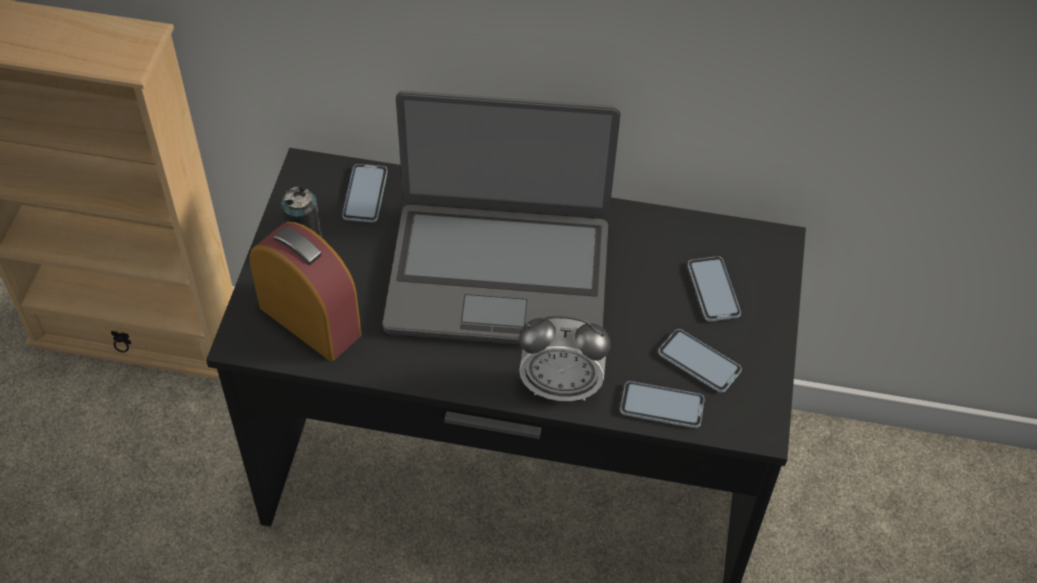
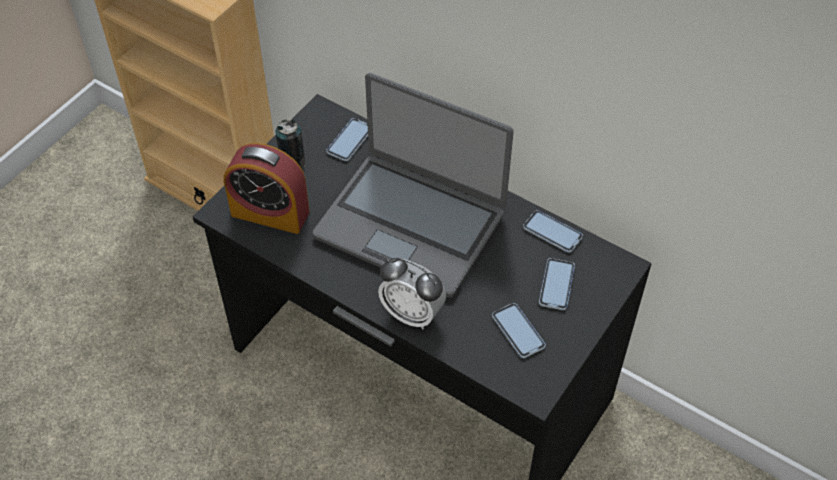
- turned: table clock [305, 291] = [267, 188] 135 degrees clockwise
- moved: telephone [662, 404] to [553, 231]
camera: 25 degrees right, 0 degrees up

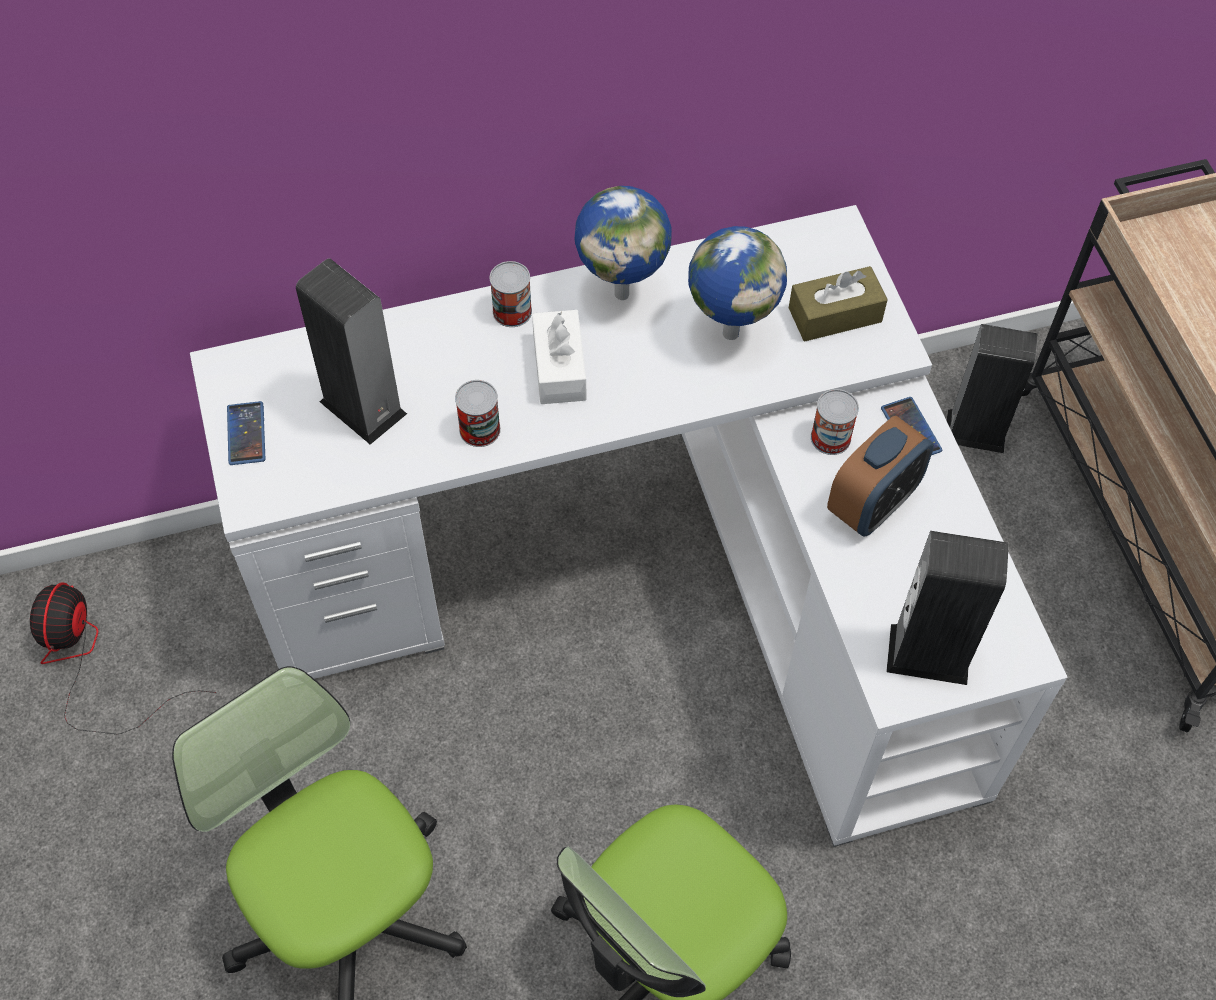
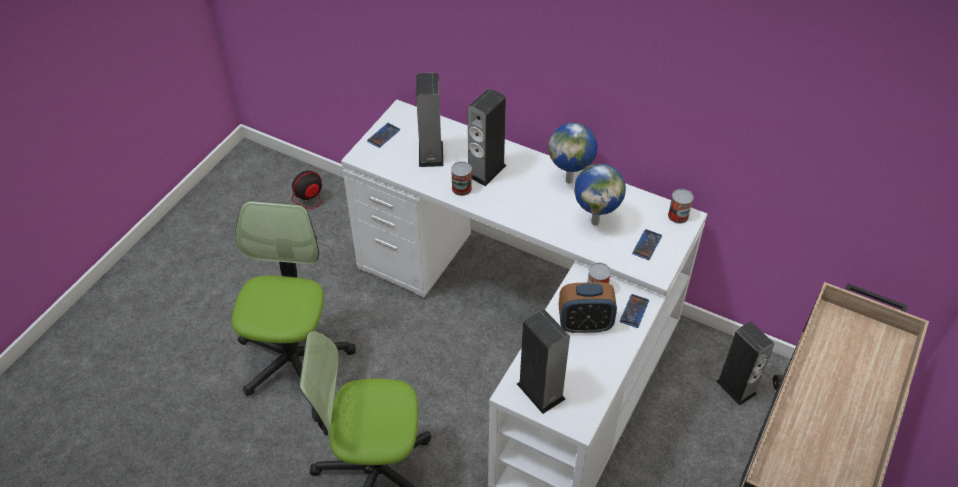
- moved: sealed can [511, 294] to [681, 206]
- removed: whitish tissue holder [559, 357]
- replaced: brown tissue holder [838, 303] to telephone [647, 244]
- added: audio speaker [486, 137]
camera: 45 degrees right, 10 degrees down

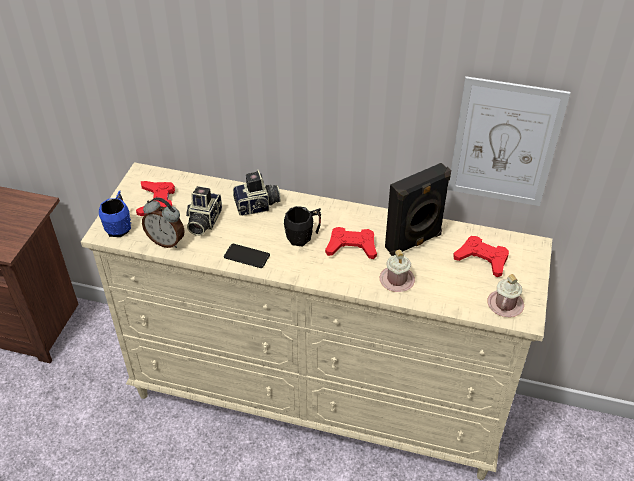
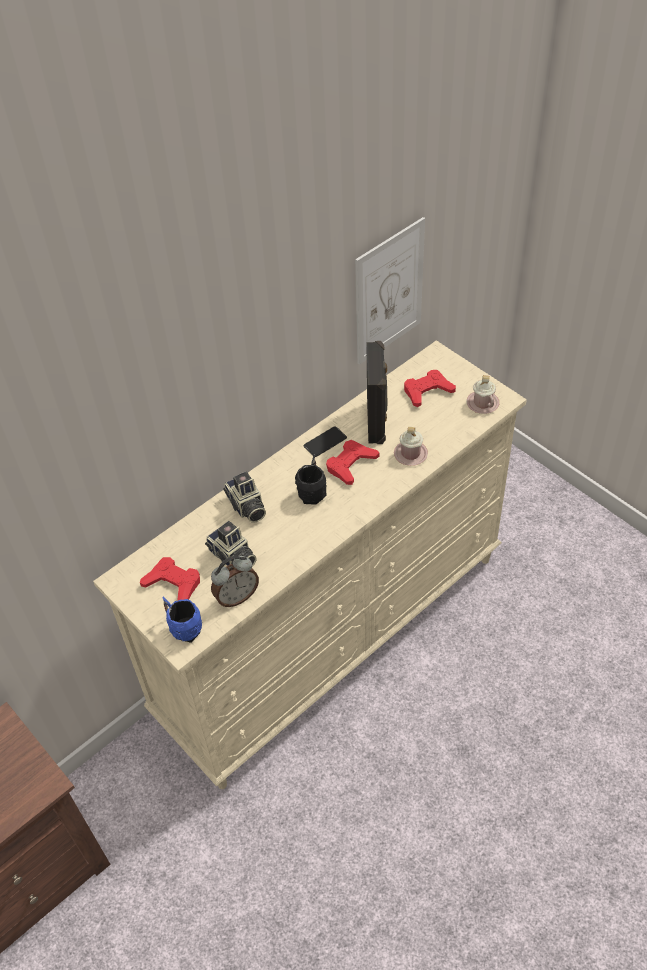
- moved: telephone [247, 256] to [325, 441]
- turned: photo camera [257, 193] = [244, 497] 135 degrees clockwise
camera: 55 degrees left, 5 degrees up

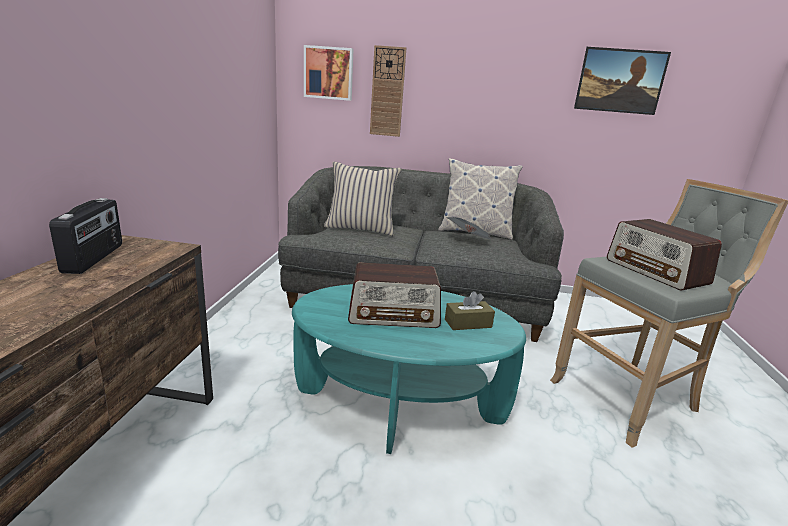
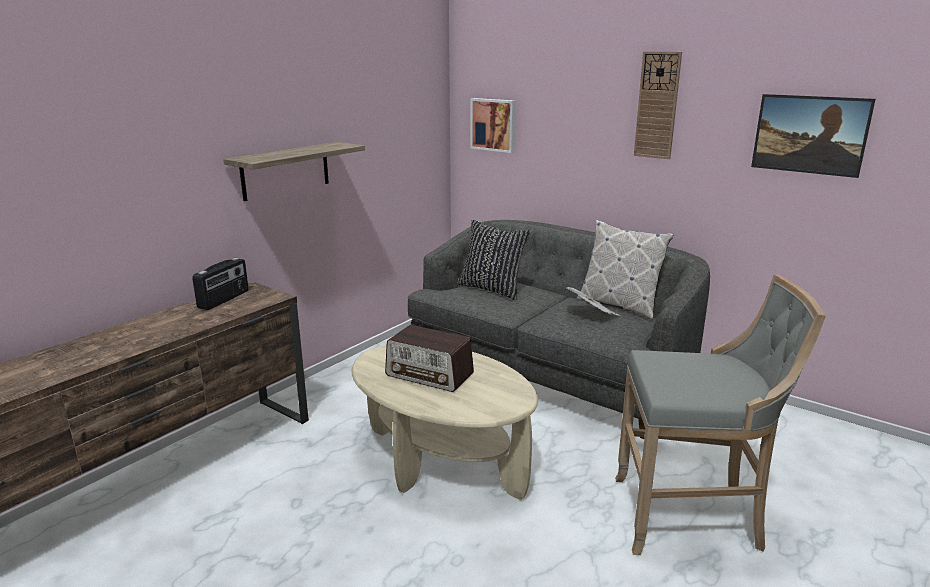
- recoloured: turquoise-coloured lounge table [409, 369] to sand-coloured lounge table [445, 422]
- recoloured: sand-coloured throw pillow [363, 199] to blackish throw pillow [494, 260]
- moved: clock on the wall [388, 91] to [658, 105]
- removed: brown tissue holder [470, 310]
- removed: radio receiver [664, 255]
- added: wall shelf [294, 171]
camera: 30 degrees right, 0 degrees up

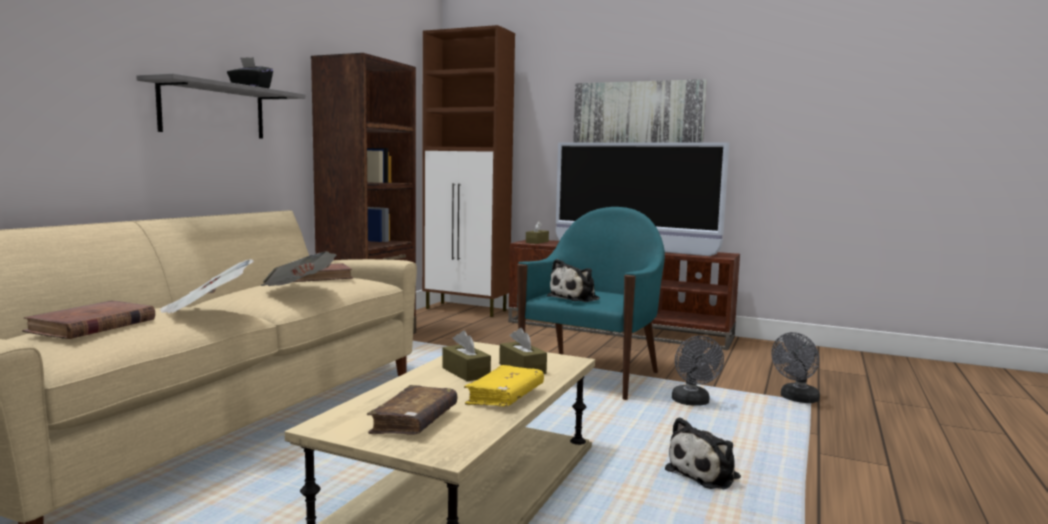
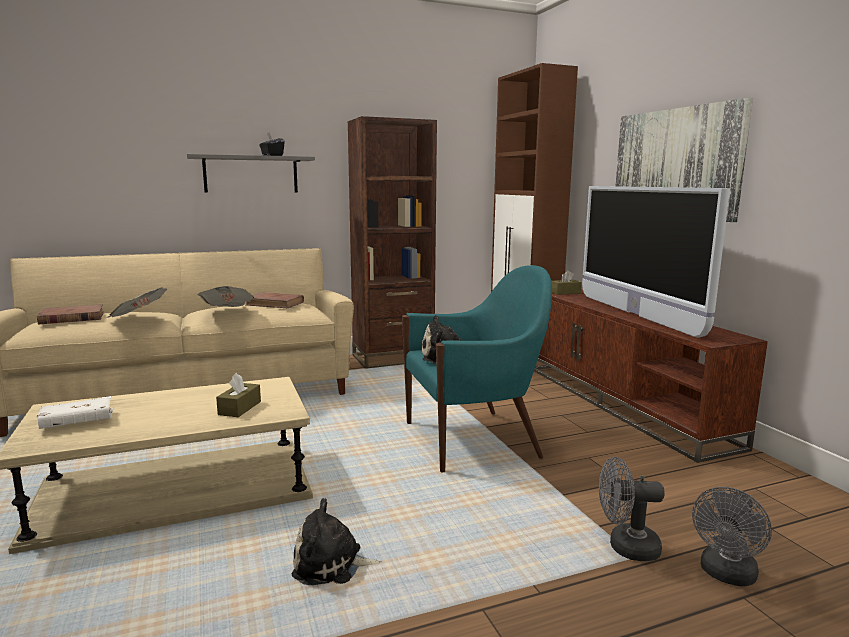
- recoloured: brown book [412, 410] to whitish book [75, 412]
- removed: brown tissue holder [466, 356]
- removed: yellowish book [504, 385]
- moved: grey cooling fan [698, 371] to [732, 536]
camera: 45 degrees right, 5 degrees up

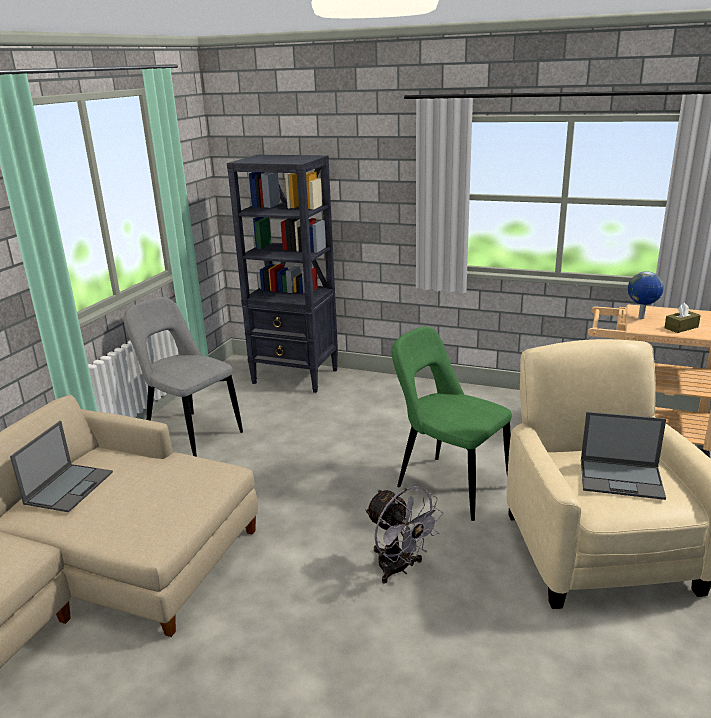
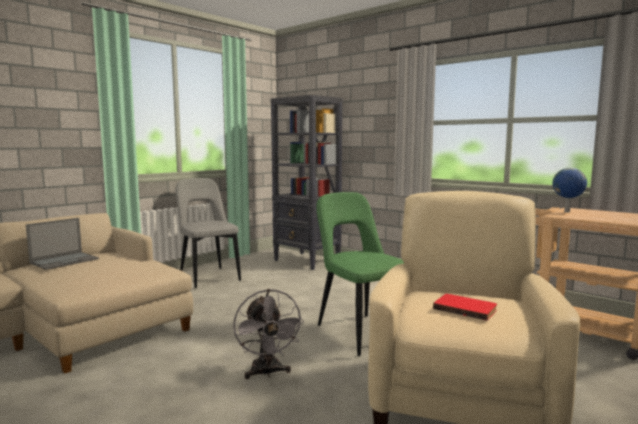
- replaced: notebook computer [623, 456] to red-coloured book [465, 307]
- removed: brown tissue holder [682, 318]
camera: 20 degrees right, 15 degrees down

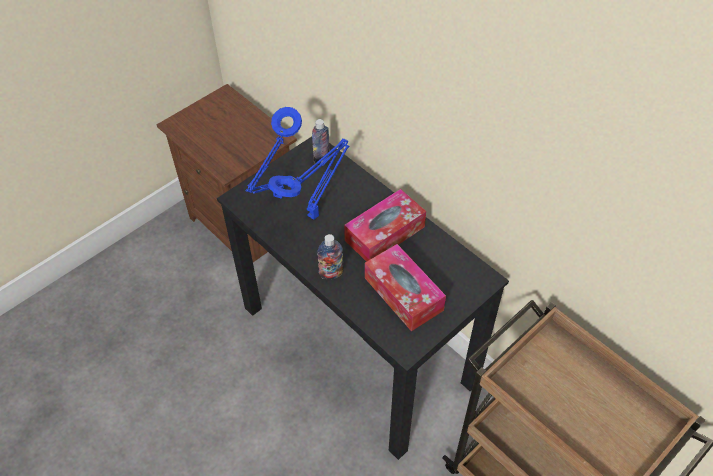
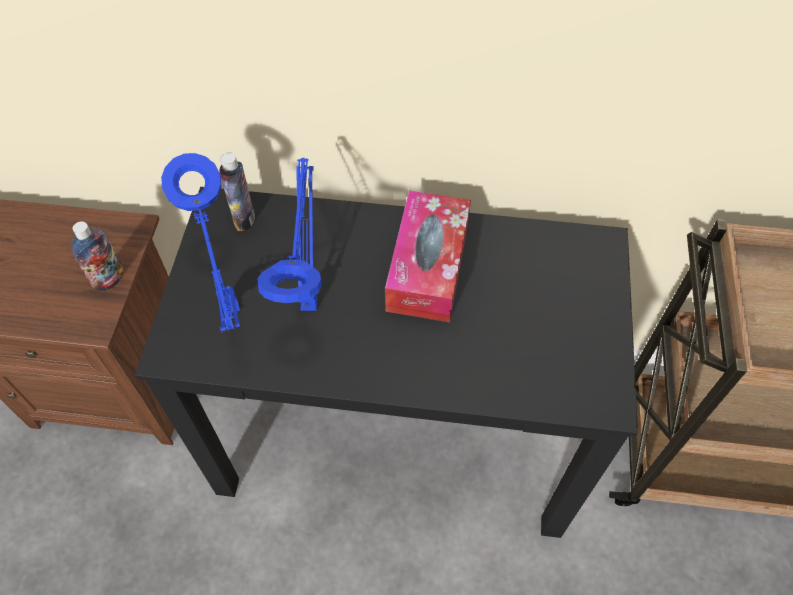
- moved: bottle [330, 256] to [98, 256]
- removed: tissue holder [405, 287]
camera: 40 degrees left, 5 degrees up

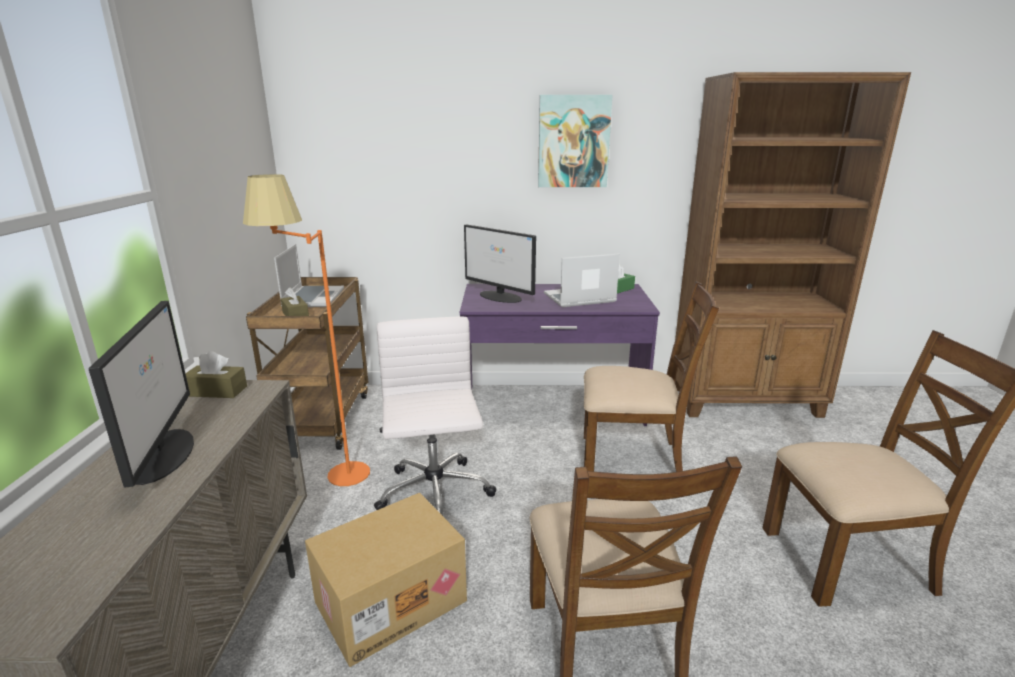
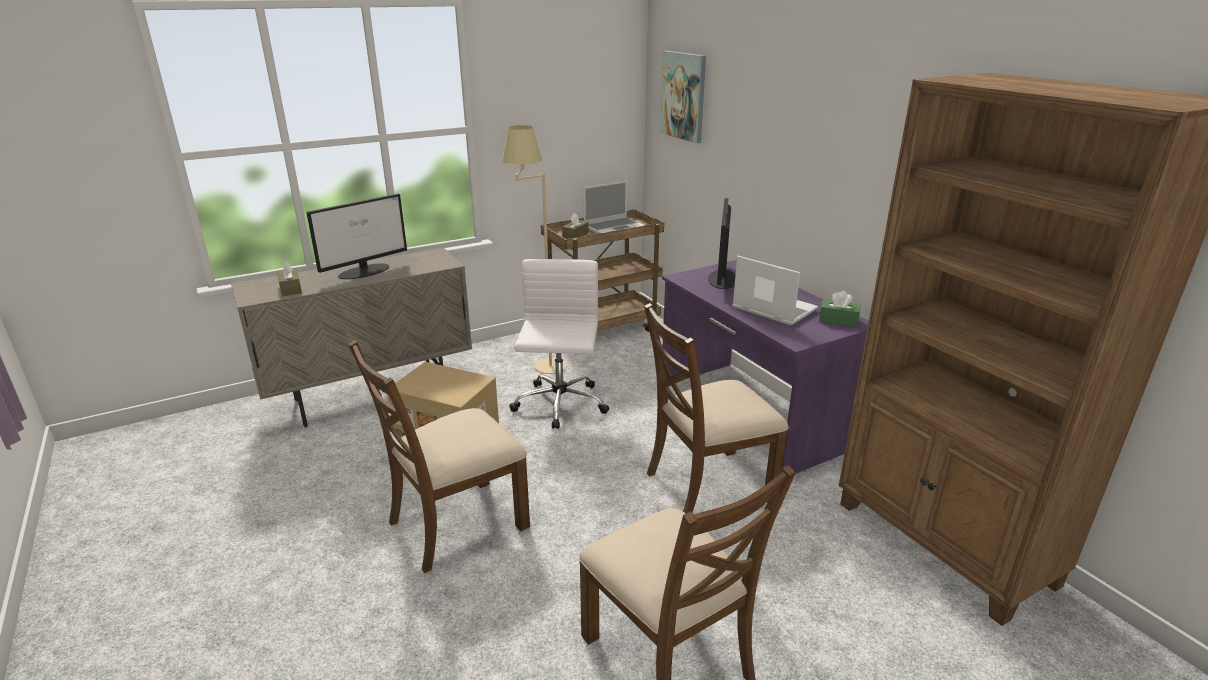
- moved: brown tissue holder [216, 374] to [289, 278]
- recoloured: orangey standard lamp [306, 330] to sand-coloured standard lamp [534, 249]
- turned: whitish computer chair [435, 416] = [559, 344] 45 degrees counterclockwise
- moved: picture [575, 141] to [683, 97]
- turned: brown chair [651, 376] = [716, 408] 90 degrees clockwise
camera: 60 degrees right, 5 degrees up

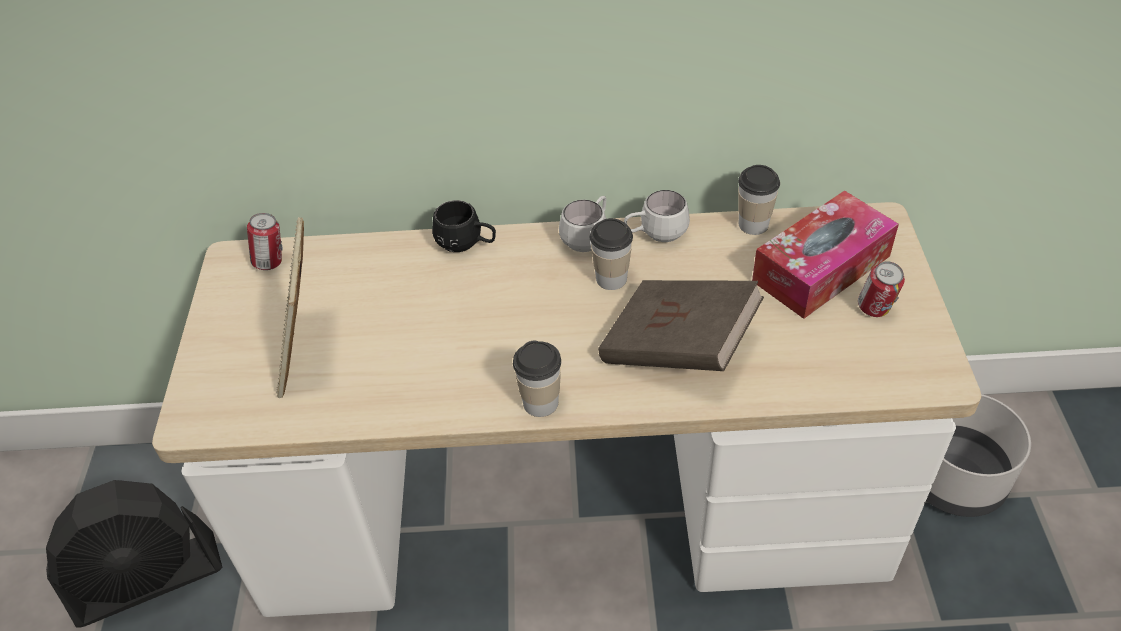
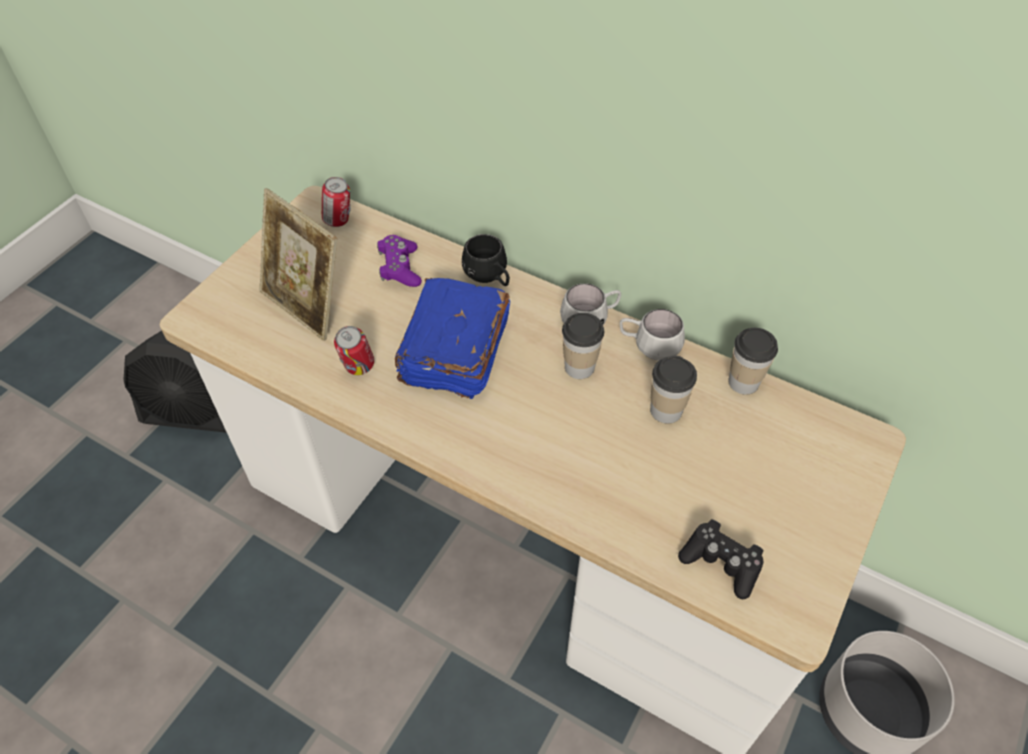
- turned: picture frame [290, 307] = [298, 264] 75 degrees counterclockwise
- moved: small cup [537, 378] to [673, 389]
- removed: brown book [681, 325]
- removed: tissue holder [825, 255]
- moved: sealed can [881, 289] to [354, 350]
- added: purplish joypad [399, 261]
- added: blue-coloured book [452, 338]
- added: blackish joypad [721, 559]
camera: 30 degrees right, 5 degrees up

